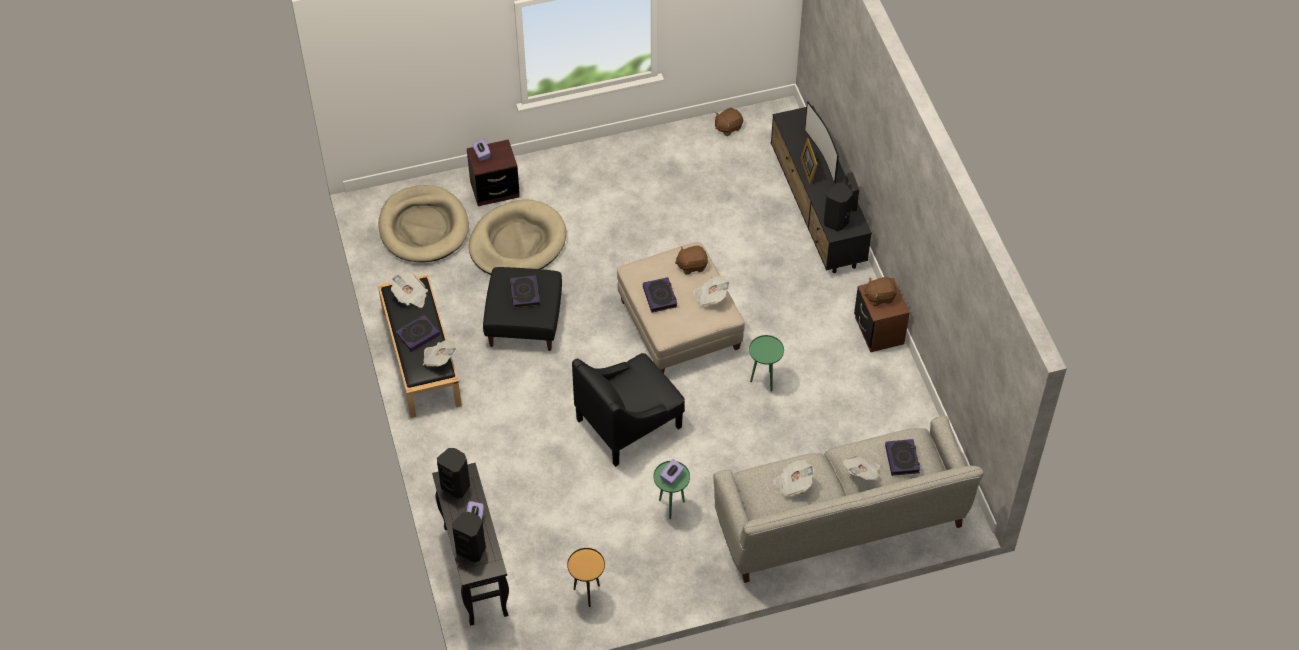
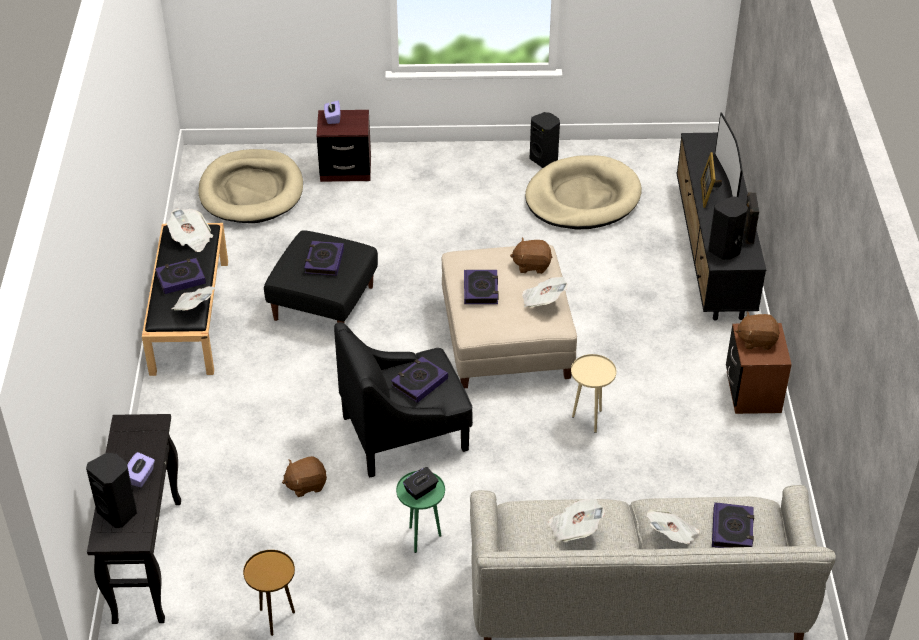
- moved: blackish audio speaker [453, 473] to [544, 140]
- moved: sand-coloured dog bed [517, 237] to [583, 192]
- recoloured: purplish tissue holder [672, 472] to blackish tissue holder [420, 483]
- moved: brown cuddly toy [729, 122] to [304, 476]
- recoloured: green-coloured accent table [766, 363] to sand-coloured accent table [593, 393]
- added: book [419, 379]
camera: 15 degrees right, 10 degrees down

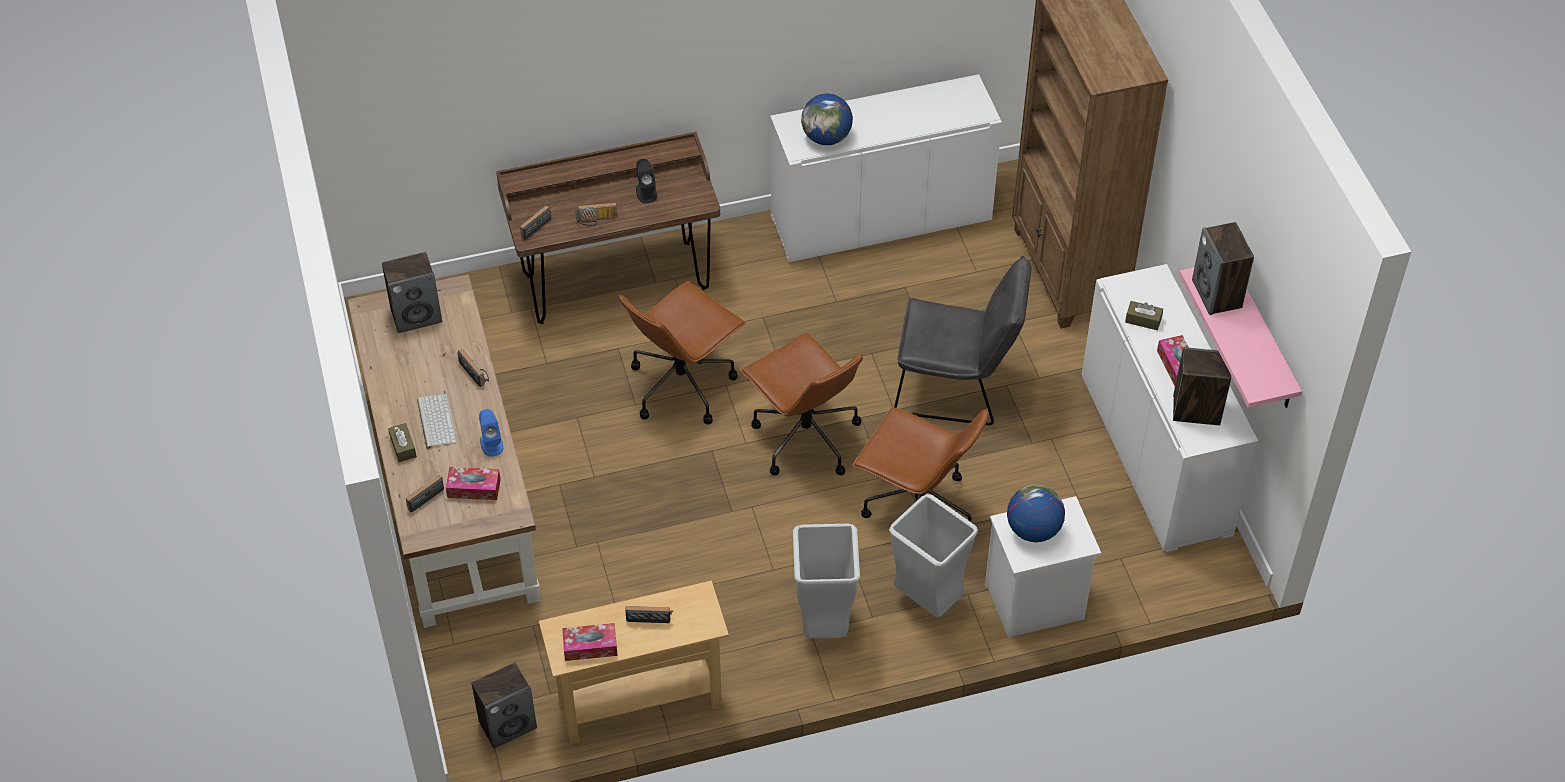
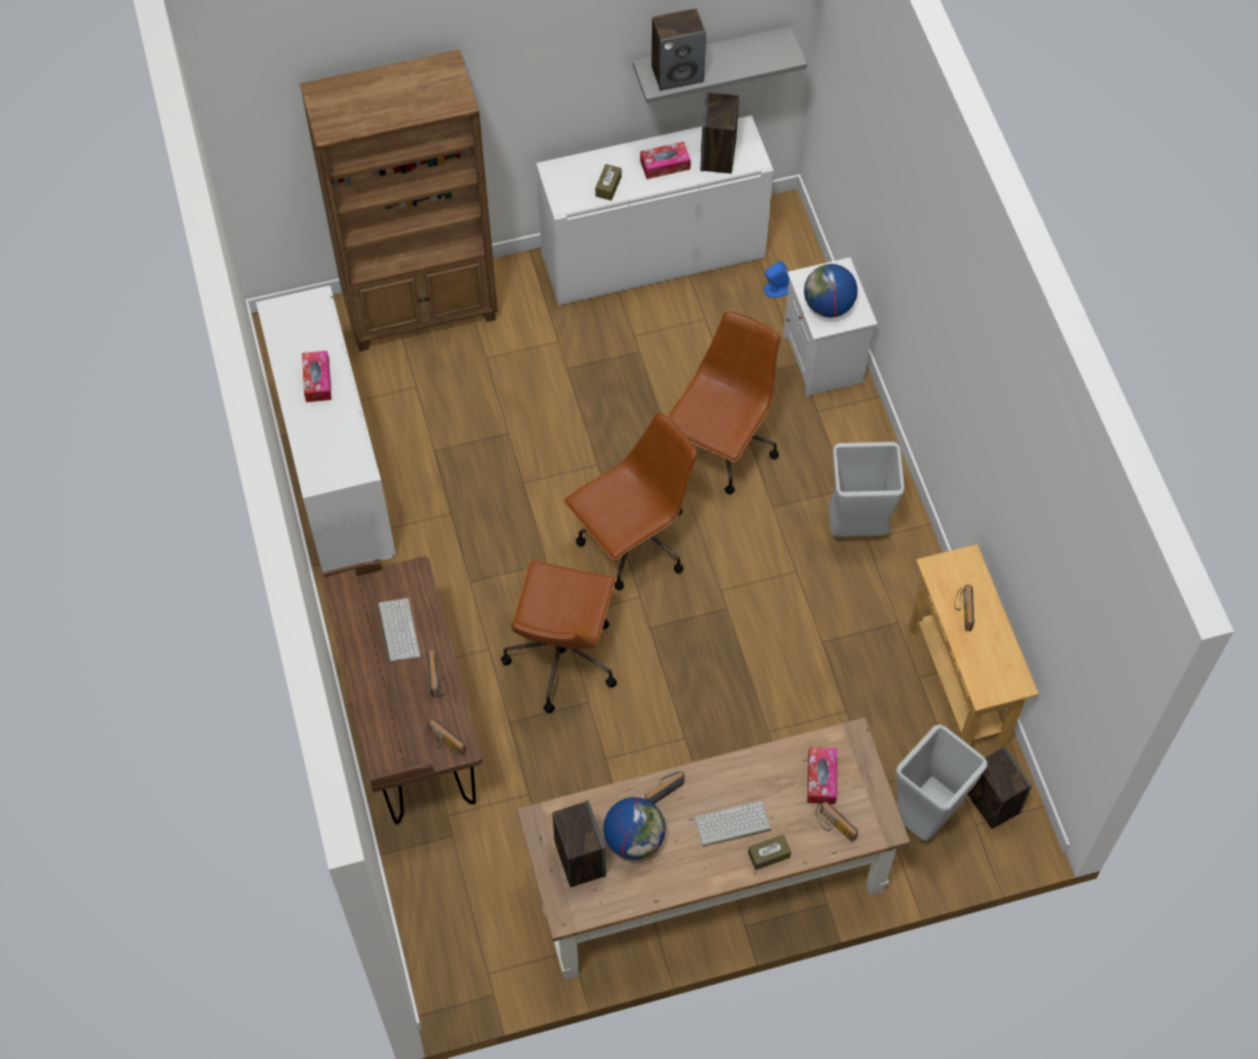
- moved: blue-coloured audio speaker [491, 432] to [776, 279]
- moved: tissue holder [589, 642] to [316, 376]
- turned: brown computer chair [682, 353] = [559, 636] 60 degrees clockwise
- replaced: blackish audio speaker [646, 181] to PC keyboard [399, 630]
- moved: desk globe [827, 119] to [634, 828]
- moved: grey trash can [933, 555] to [942, 782]
- removed: grey chair [962, 340]
- recoloured: pink wall shelf [1240, 337] to grey wall shelf [719, 64]
camera: 90 degrees left, 10 degrees up

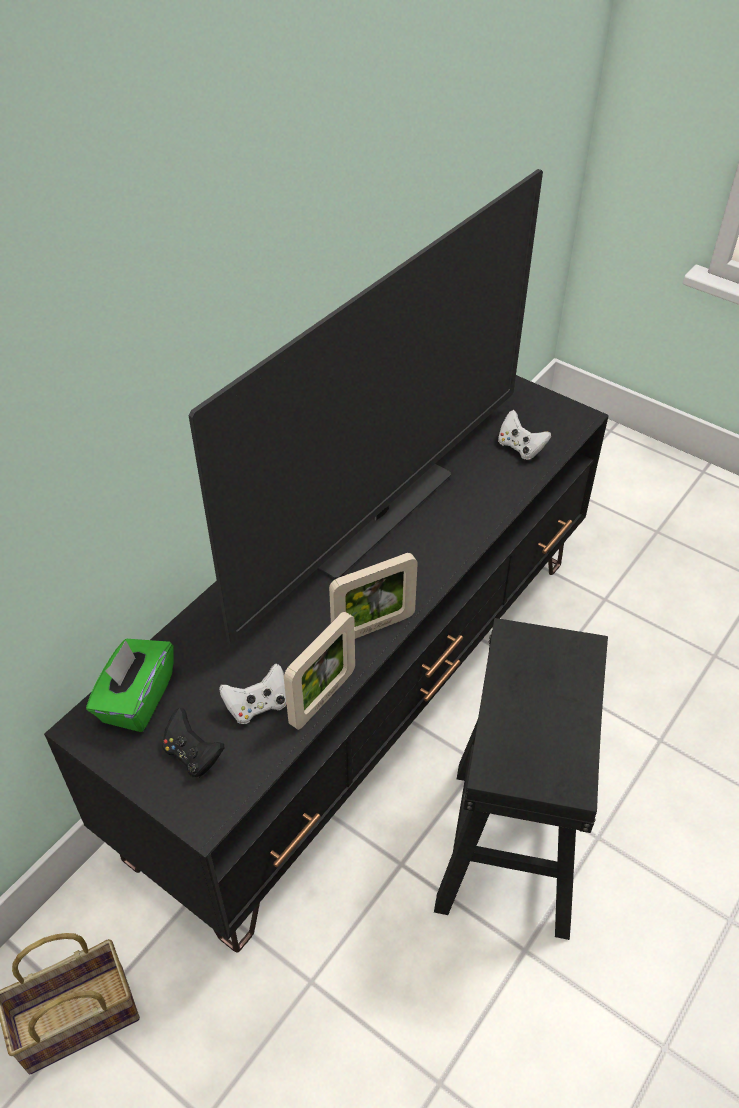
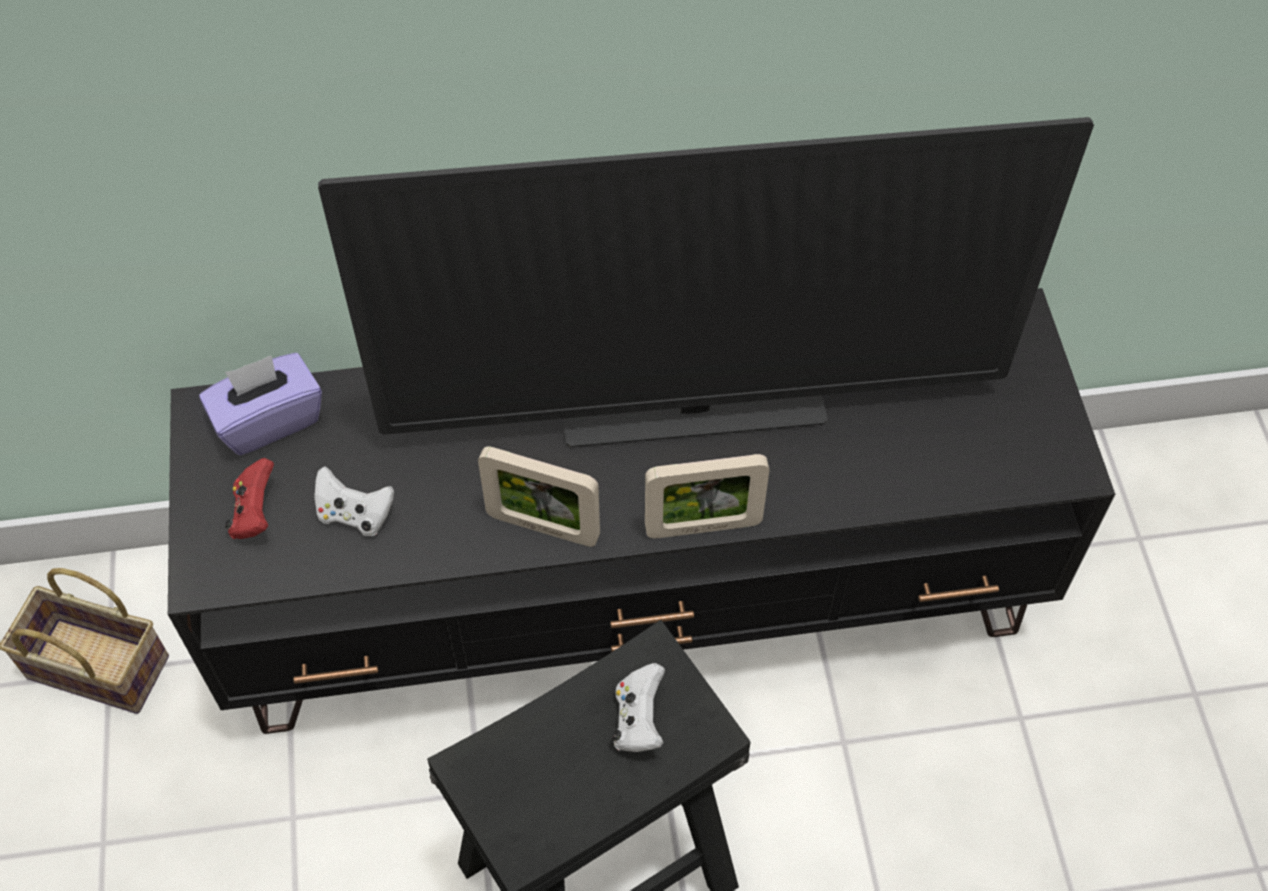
- recoloured: green-coloured tissue holder [130, 685] to purplish tissue holder [260, 404]
- recoloured: blackish joypad [193, 743] to red-coloured joypad [249, 498]
- moved: picture frame [319, 671] to [707, 496]
- moved: whitish joypad [524, 435] to [638, 707]
camera: 45 degrees right, 10 degrees up

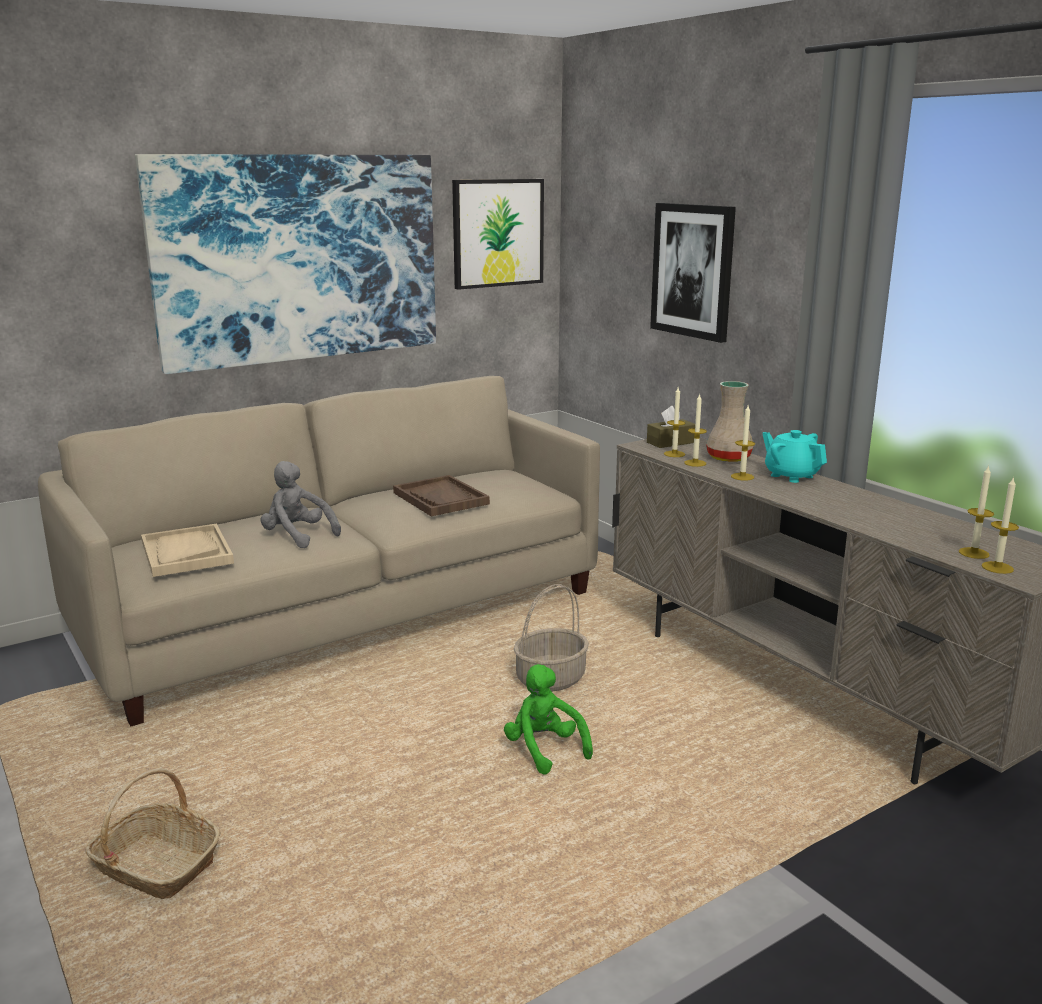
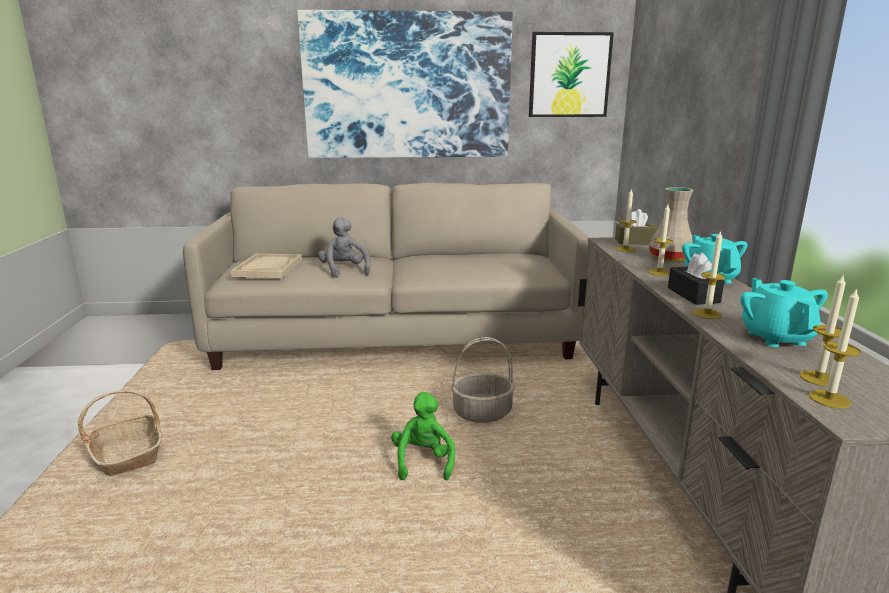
- removed: brown carrying tray [441, 495]
- removed: picture [693, 273]
- moved: wax light [695, 430] to [709, 274]
- added: blackish tissue holder [696, 279]
- added: turquoise-coloured pot for tea [784, 312]
camera: 30 degrees right, 0 degrees up

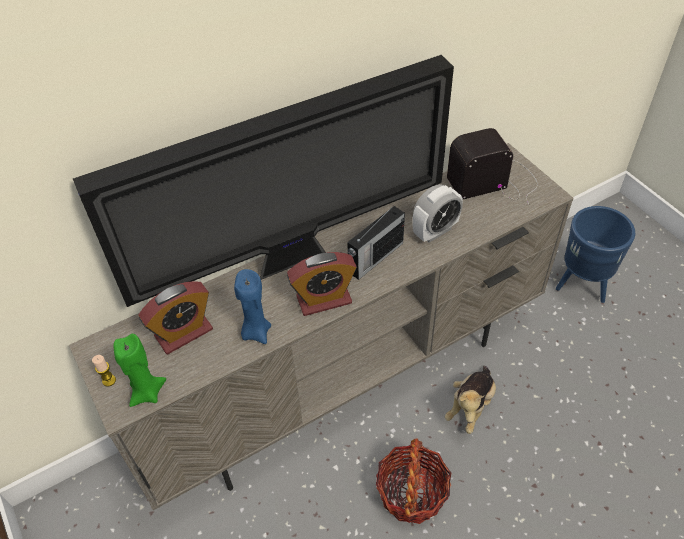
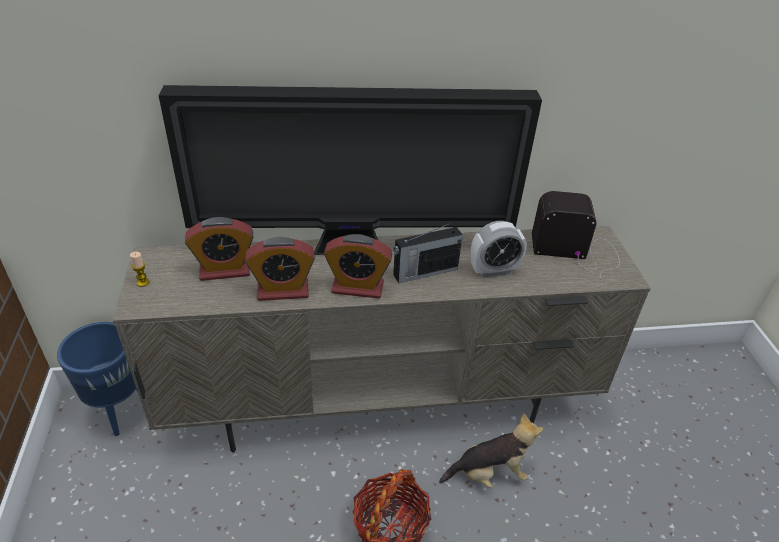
- removed: green-coloured wax light [140, 370]
- replaced: blue-coloured wax light [252, 306] to table clock [280, 269]
- turned: cuddly toy [470, 400] = [491, 450] 150 degrees counterclockwise
- moved: blue-coloured plant pot [595, 254] to [97, 379]
camera: 20 degrees right, 10 degrees down

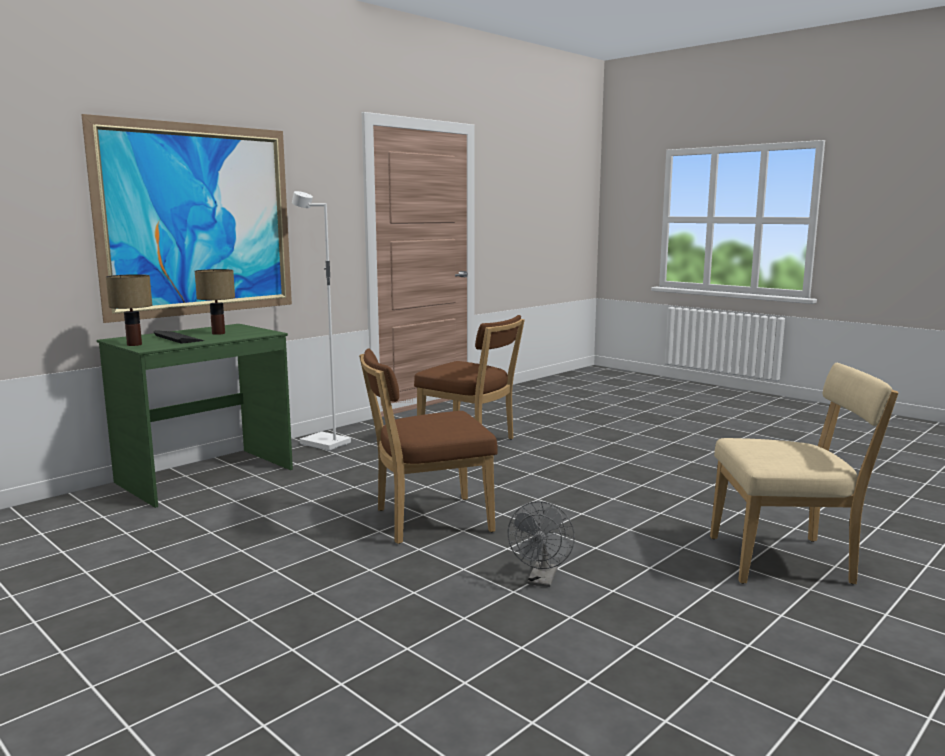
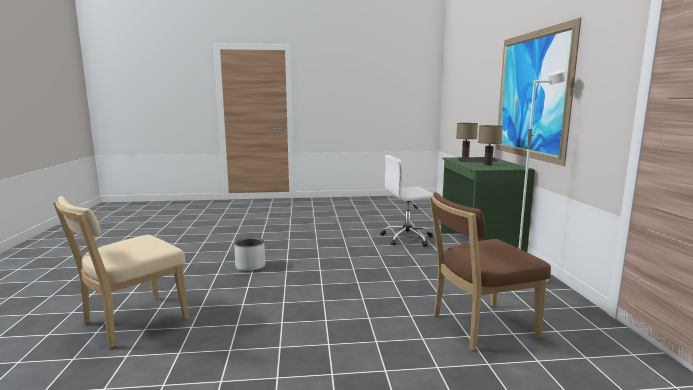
- removed: brown chair [428, 446]
- replaced: grey cooling fan [541, 544] to grey plant pot [249, 255]
- added: whitish computer chair [406, 201]
camera: 130 degrees right, 0 degrees up

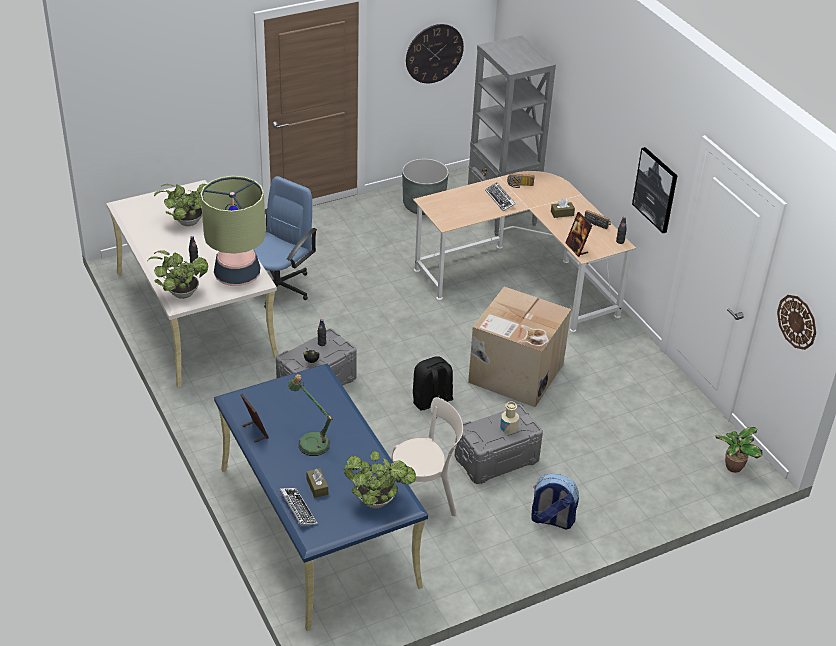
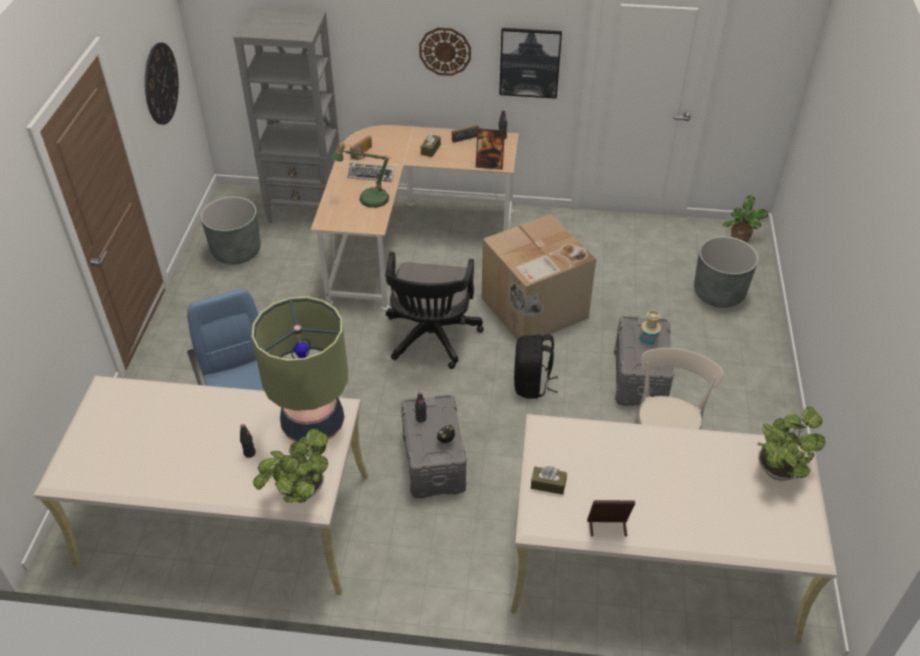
- removed: plant in a pot [180, 205]
- recoloured: blue-coloured desk [321, 497] to sand-coloured desk [674, 529]
- removed: PC keyboard [299, 507]
- moved: tabletop lamp [310, 415] to [360, 175]
- moved: brown tissue holder [317, 483] to [549, 480]
- removed: backpack [555, 501]
- moved: clock on the wall [796, 322] to [445, 52]
- added: blackish computer chair [434, 310]
- added: grey plant pot [726, 272]
camera: 55 degrees left, 5 degrees up

